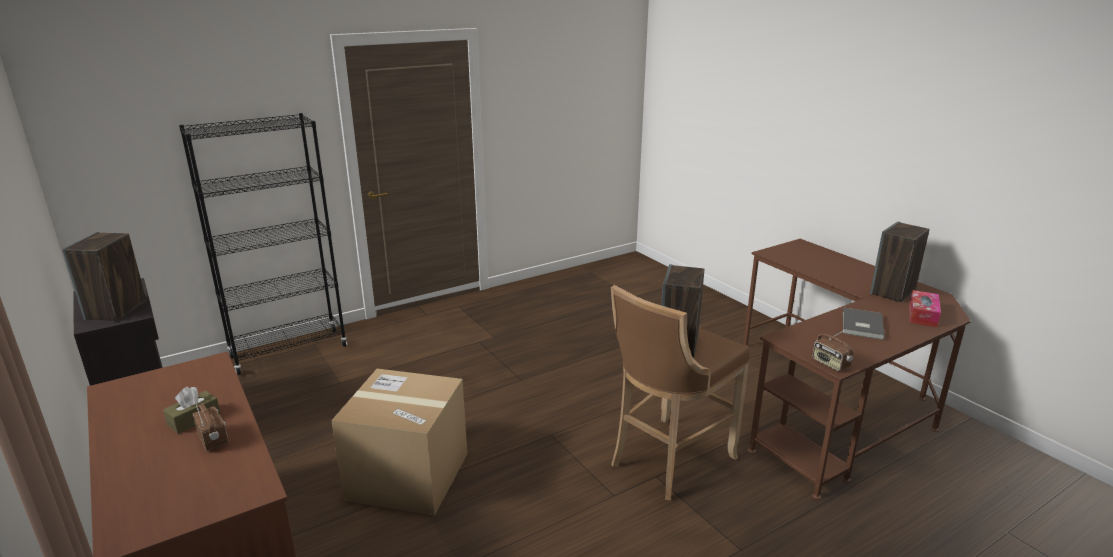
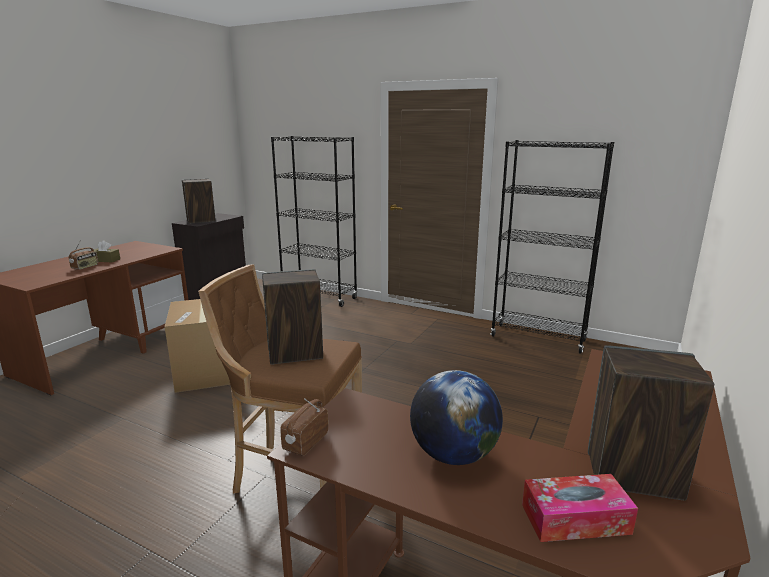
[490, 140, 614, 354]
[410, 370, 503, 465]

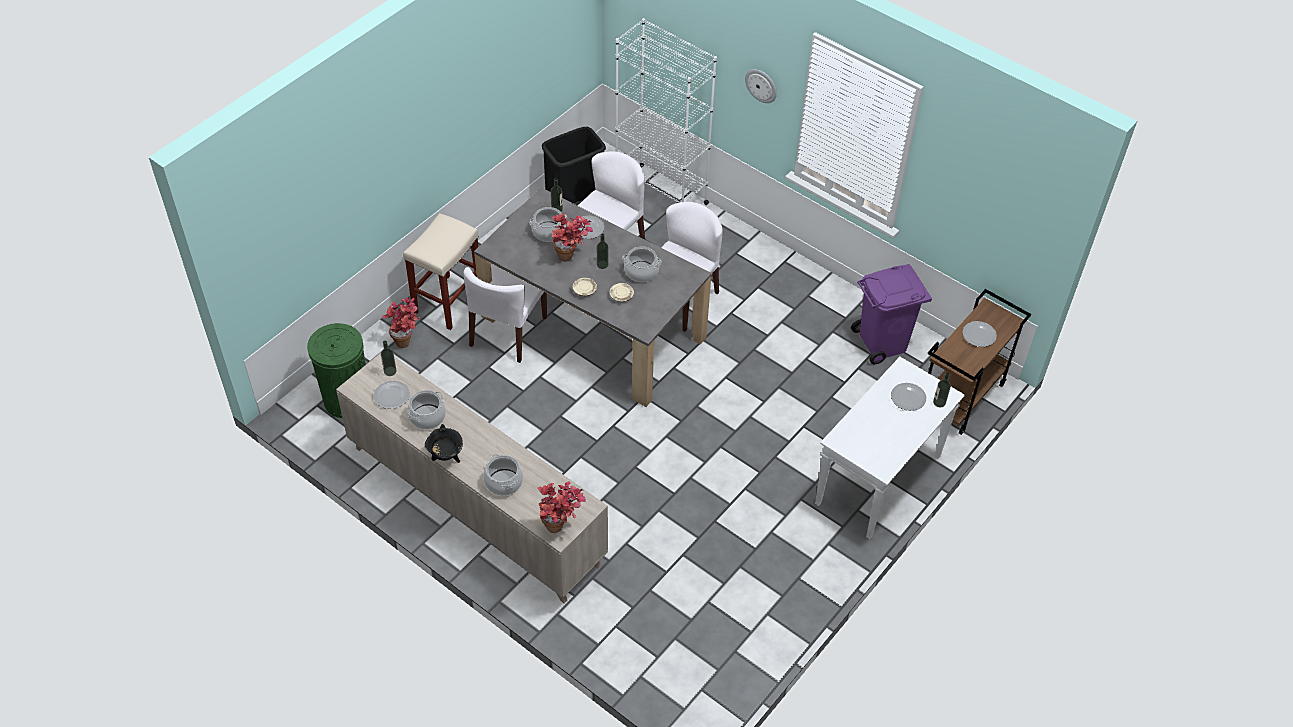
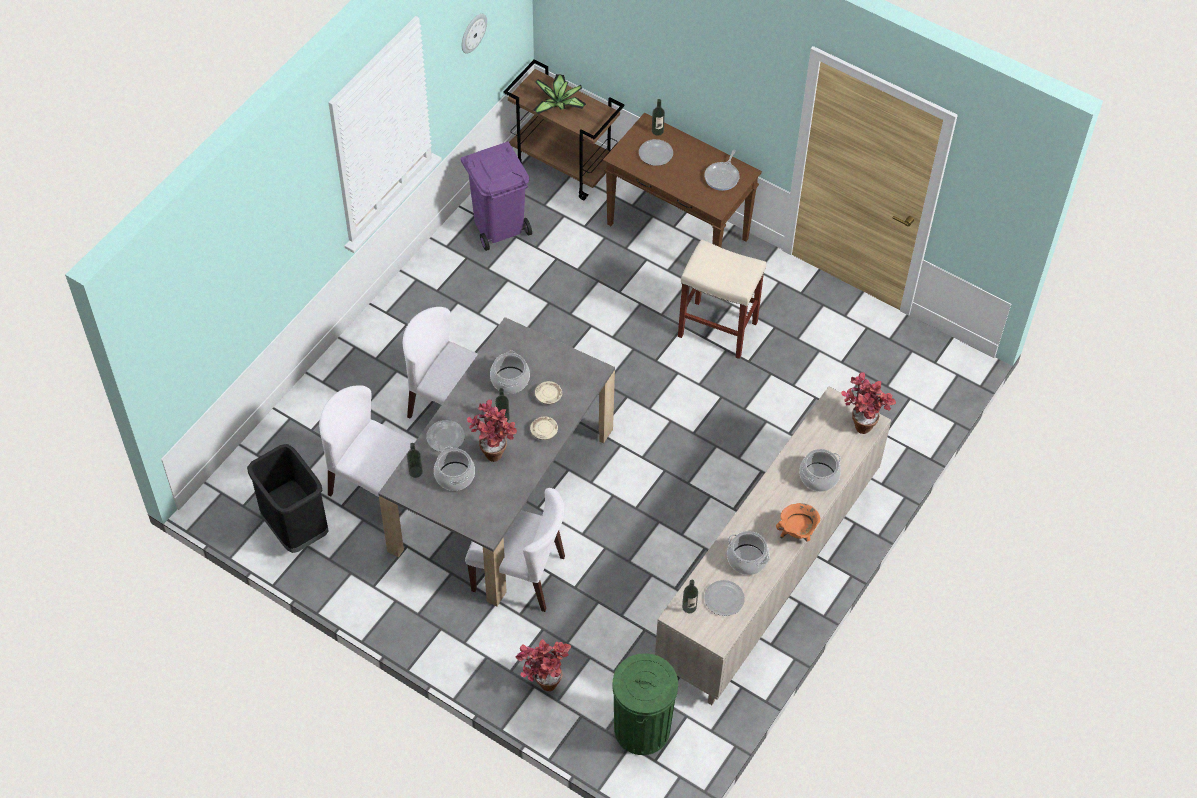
[615, 18, 717, 205] (first image)
[704, 150, 740, 191]
[678, 239, 767, 359]
[462, 14, 487, 54]
[533, 74, 586, 114]
[776, 503, 820, 542]
[603, 113, 762, 247]

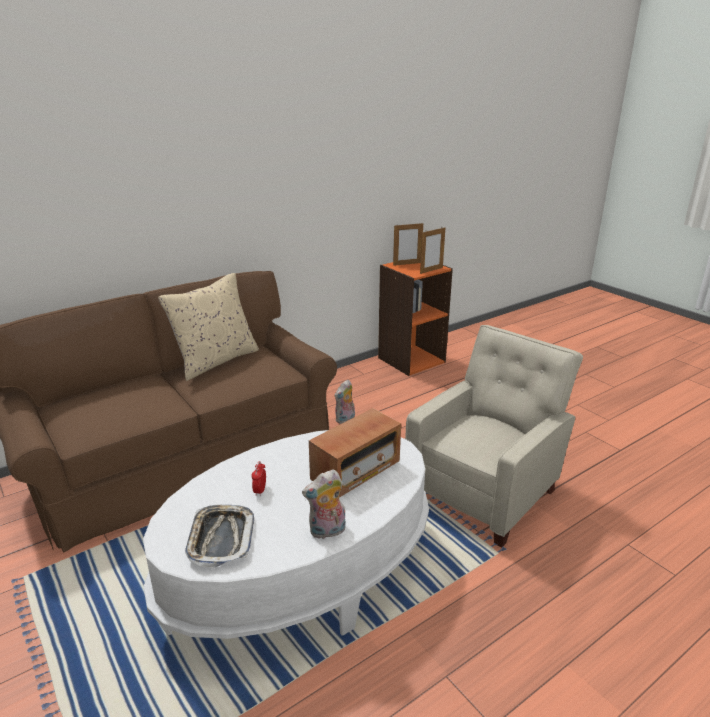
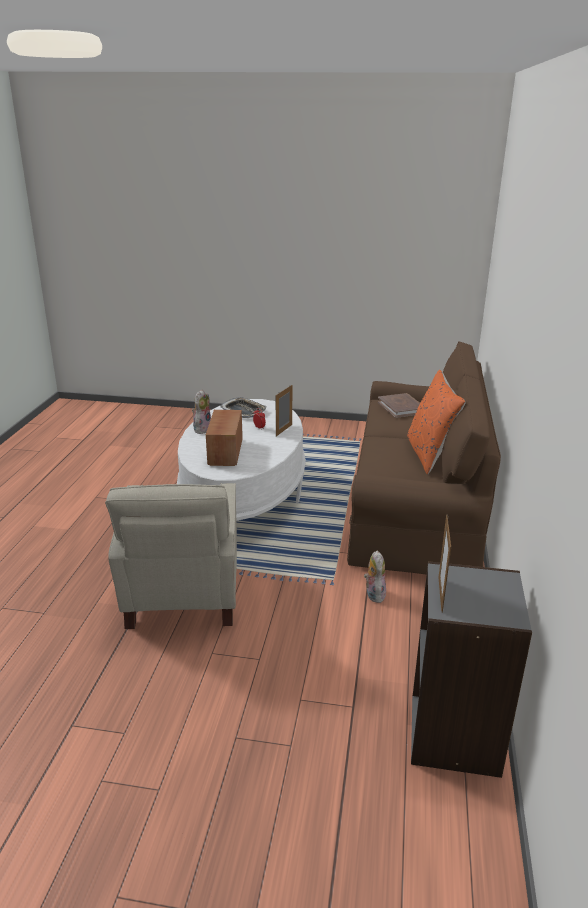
[378, 393, 420, 418]
[276, 385, 293, 437]
[407, 370, 466, 474]
[411, 561, 532, 778]

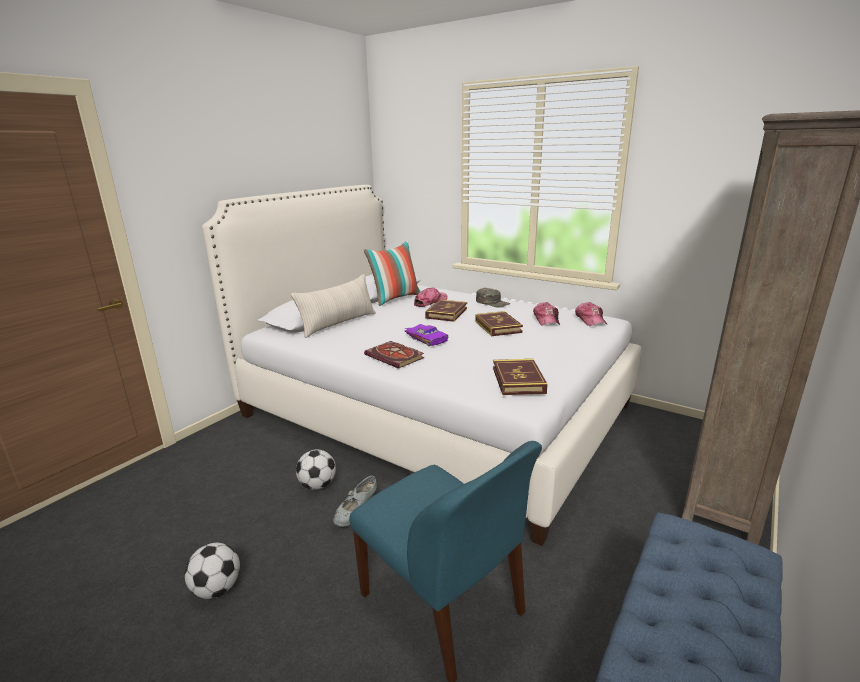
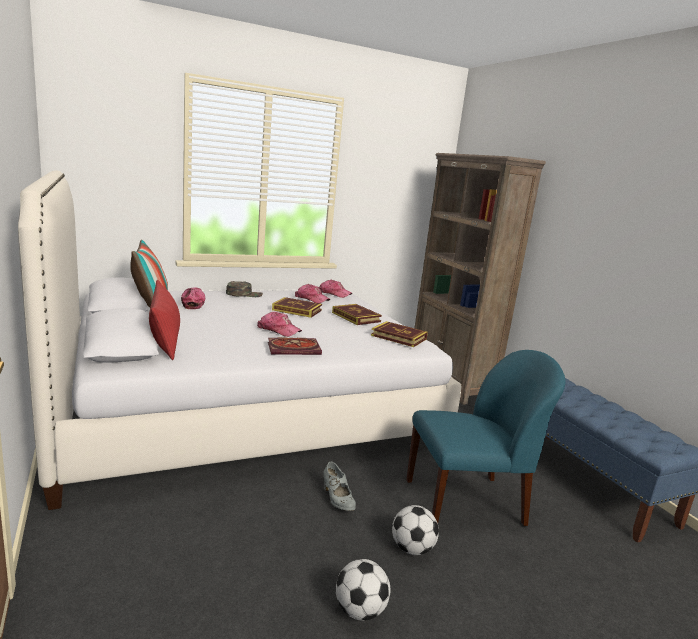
[392, 505, 439, 555]
[332, 304, 382, 325]
[257, 311, 302, 337]
[149, 280, 180, 360]

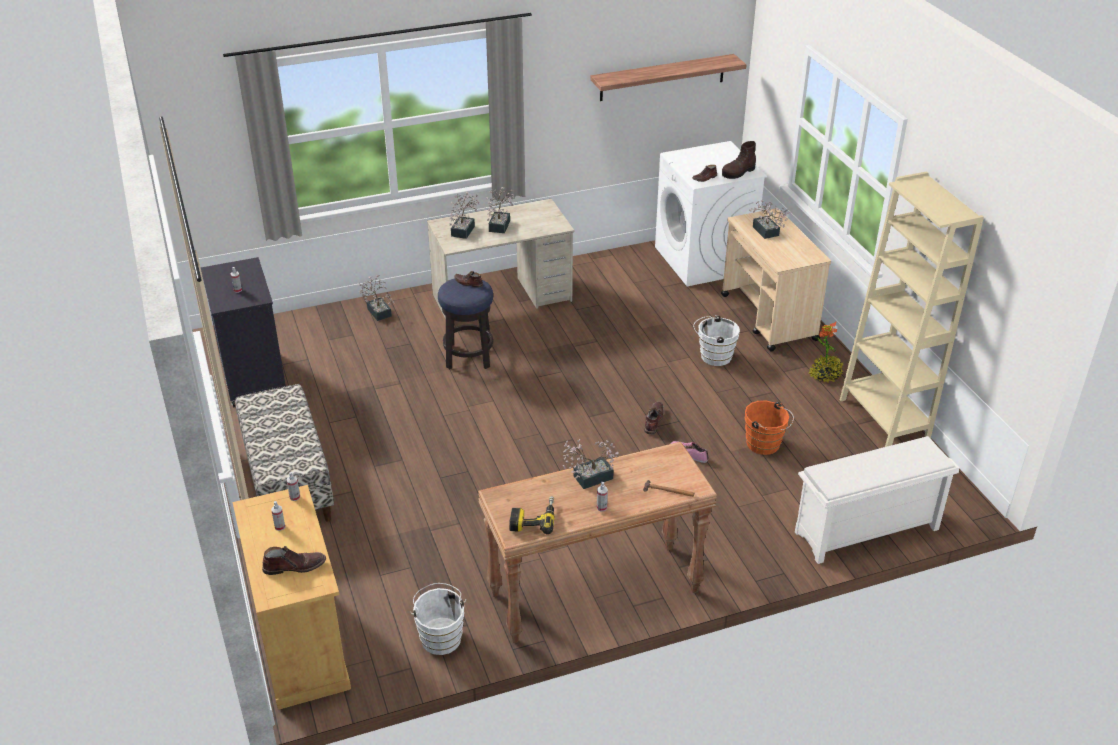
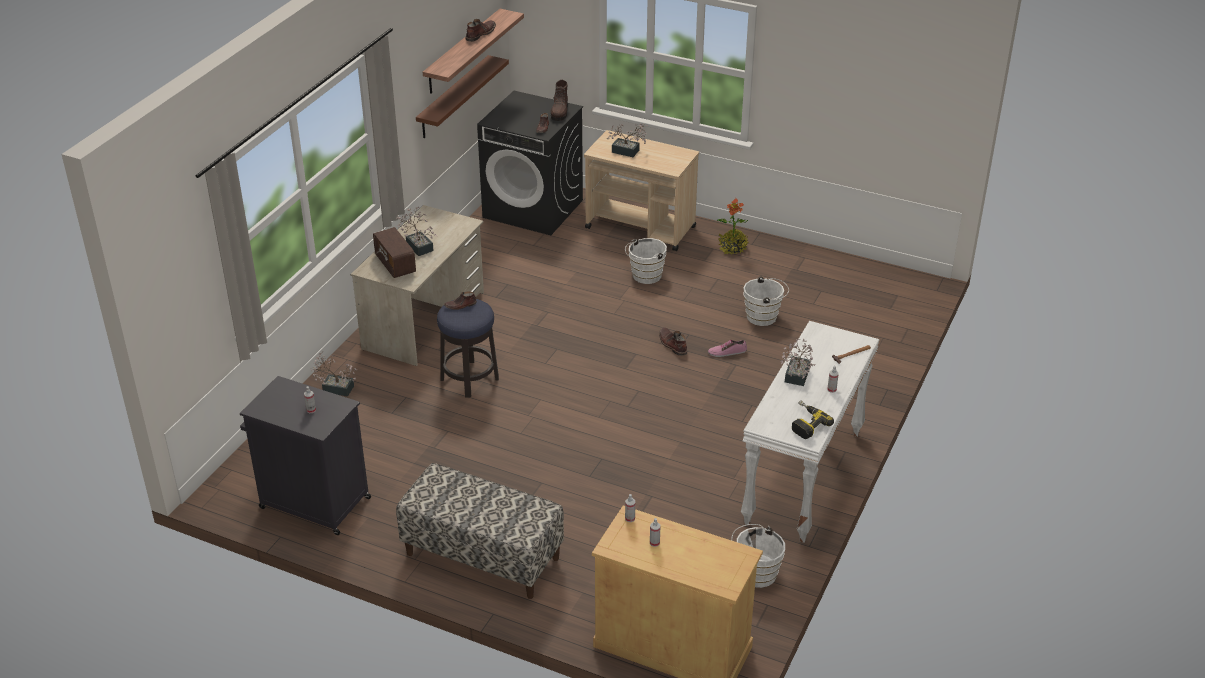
[795, 436, 960, 564] (first image)
[840, 172, 984, 447] (first image)
[416, 55, 509, 138]
[465, 19, 496, 42]
[373, 227, 416, 278]
[741, 321, 879, 543]
[477, 91, 583, 235]
[744, 276, 789, 326]

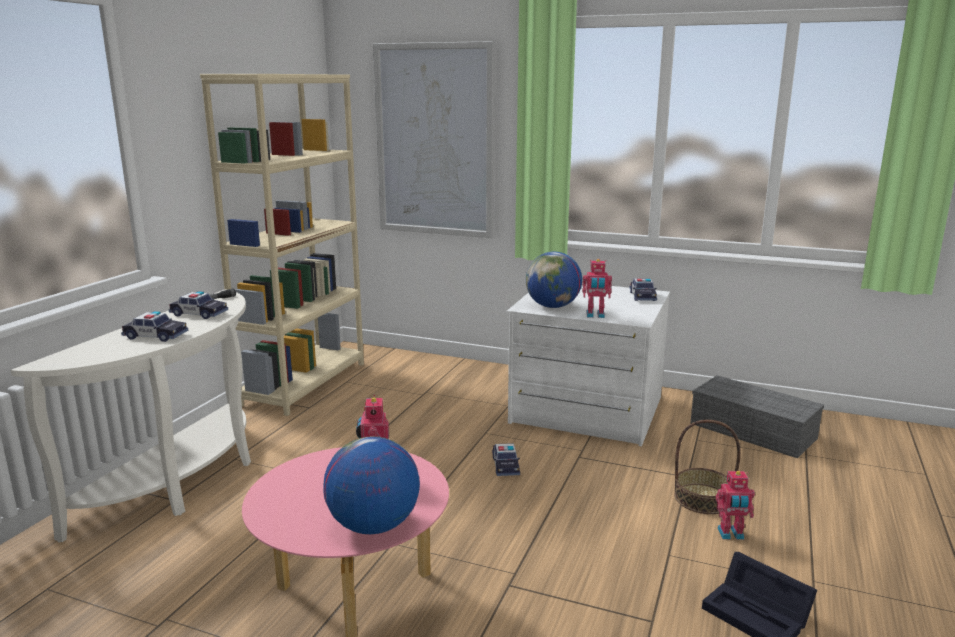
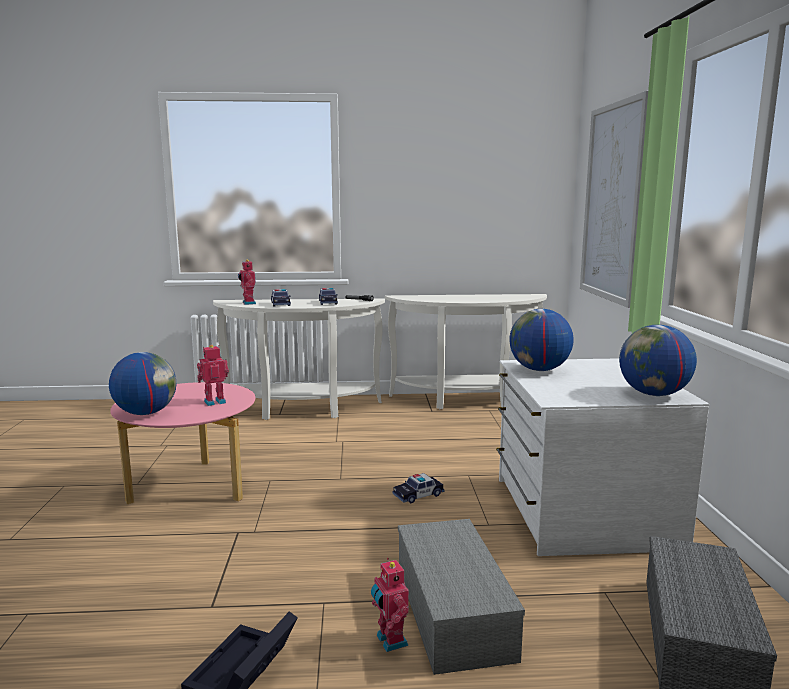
[238, 260, 256, 305]
[385, 294, 547, 409]
[619, 325, 697, 396]
[398, 519, 525, 675]

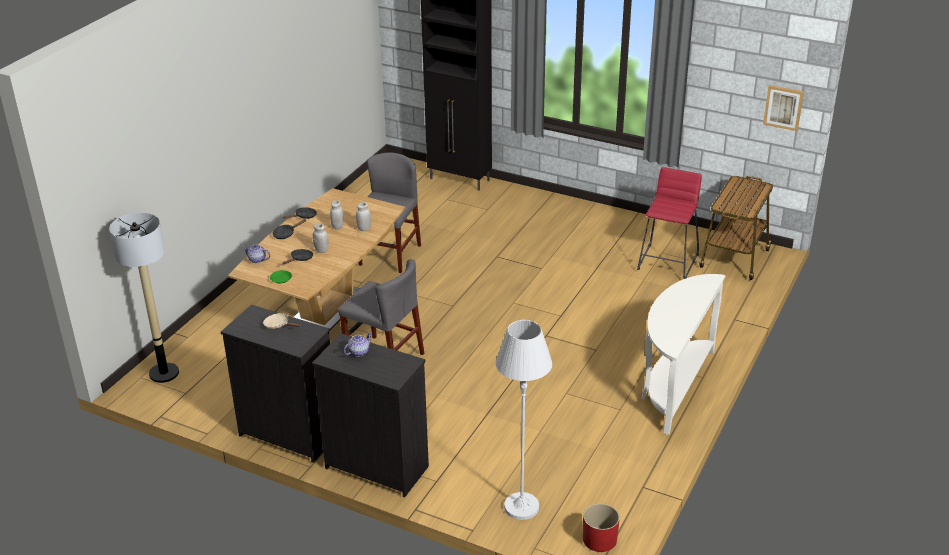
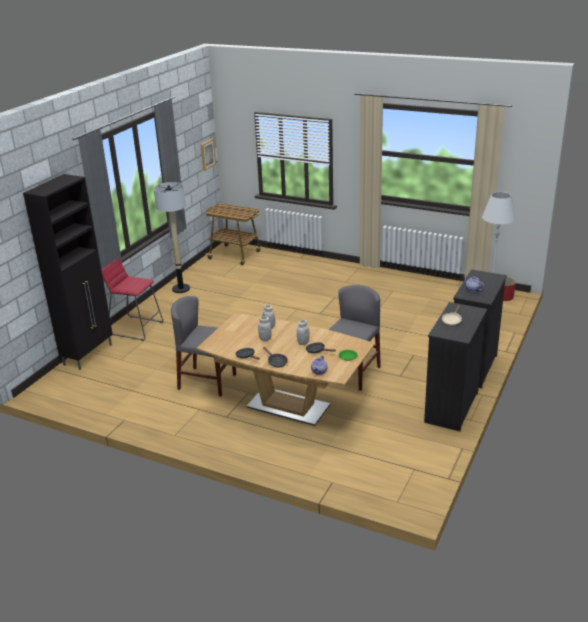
[642, 274, 725, 435] (first image)
[154, 182, 190, 293]
[101, 258, 163, 341]

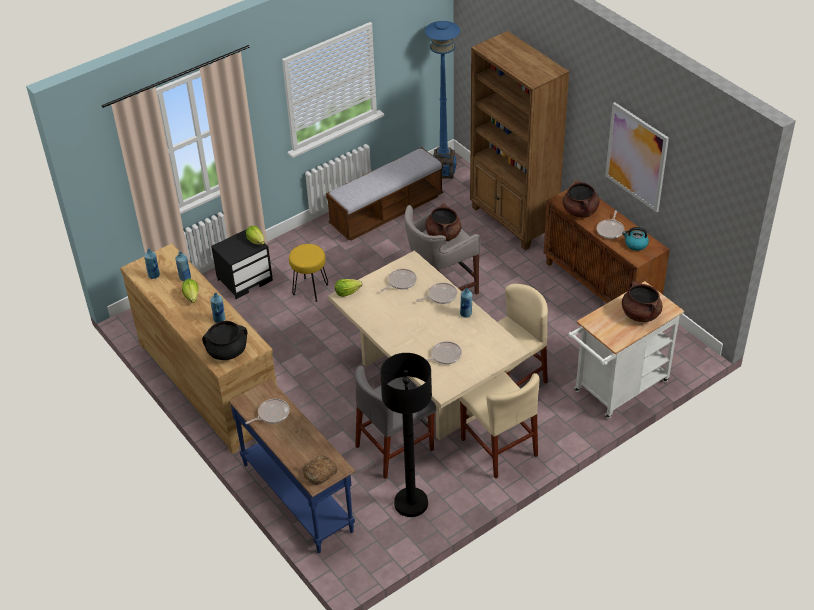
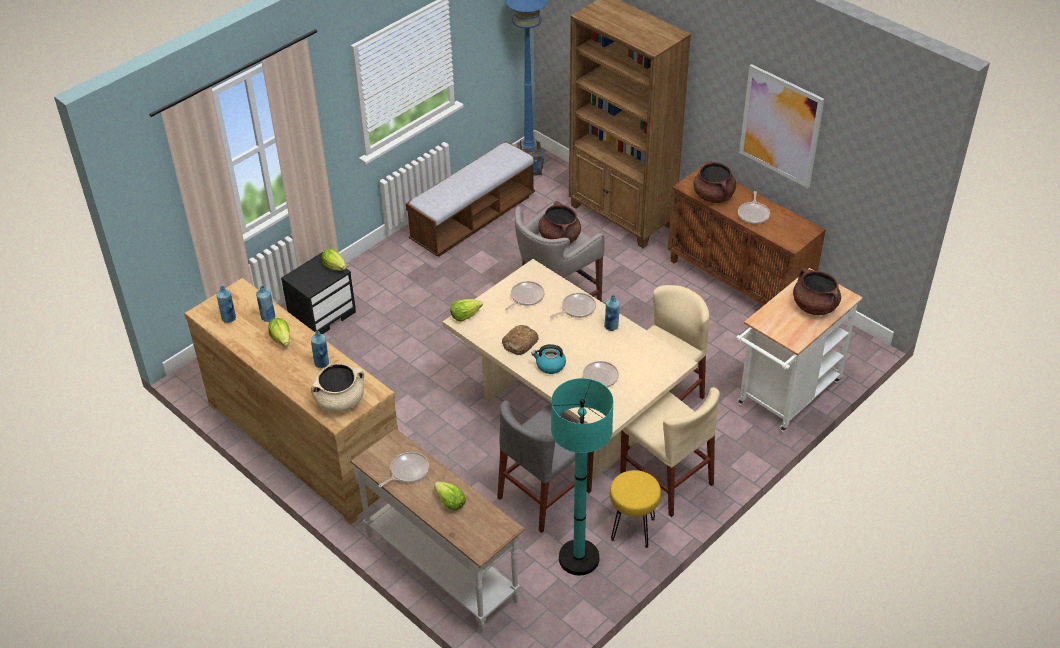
[434, 481, 466, 511]
[610, 470, 661, 548]
[502, 325, 539, 355]
[531, 344, 566, 374]
[311, 363, 364, 412]
[350, 428, 526, 633]
[551, 378, 614, 575]

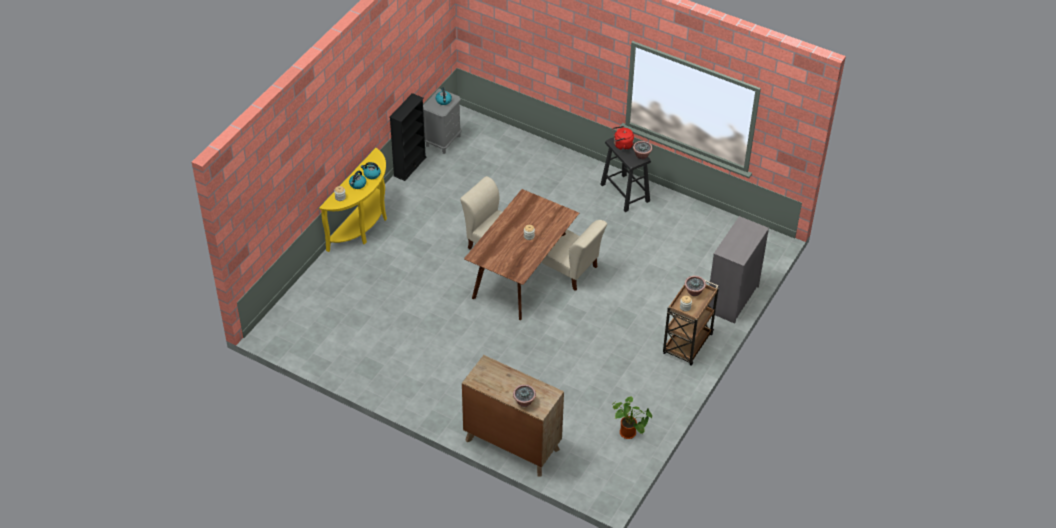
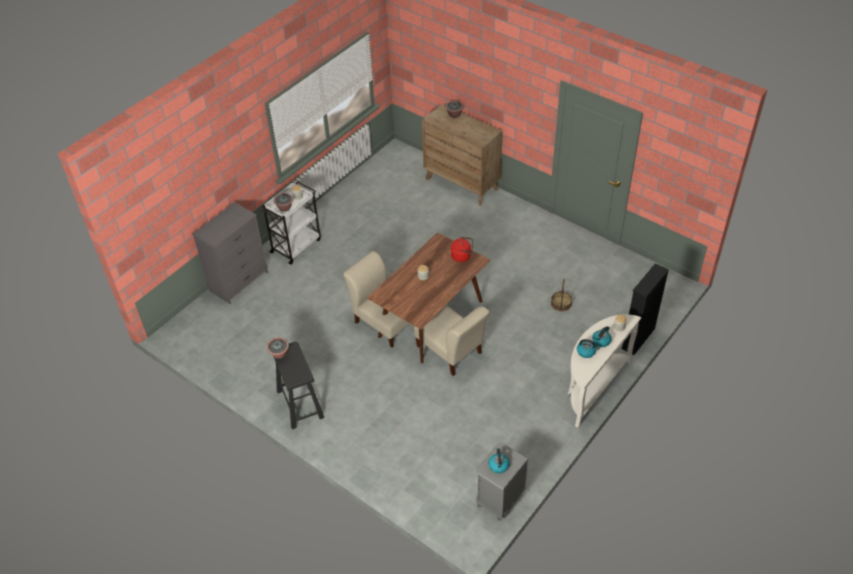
[612, 396, 652, 439] (first image)
[551, 279, 572, 311]
[621, 263, 669, 355]
[451, 237, 473, 262]
[567, 314, 641, 428]
[261, 181, 321, 265]

